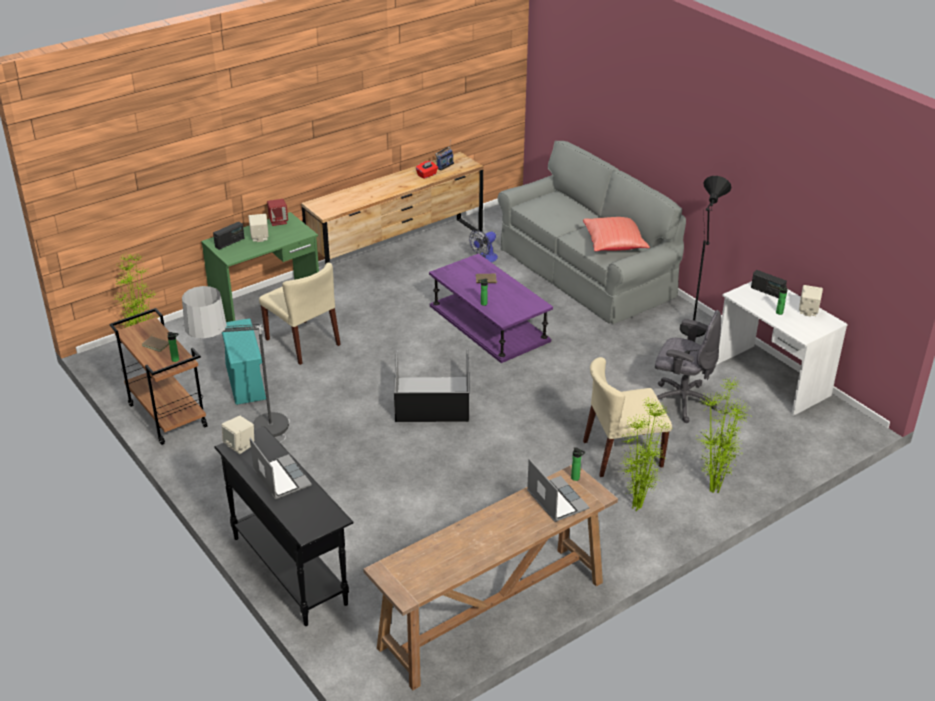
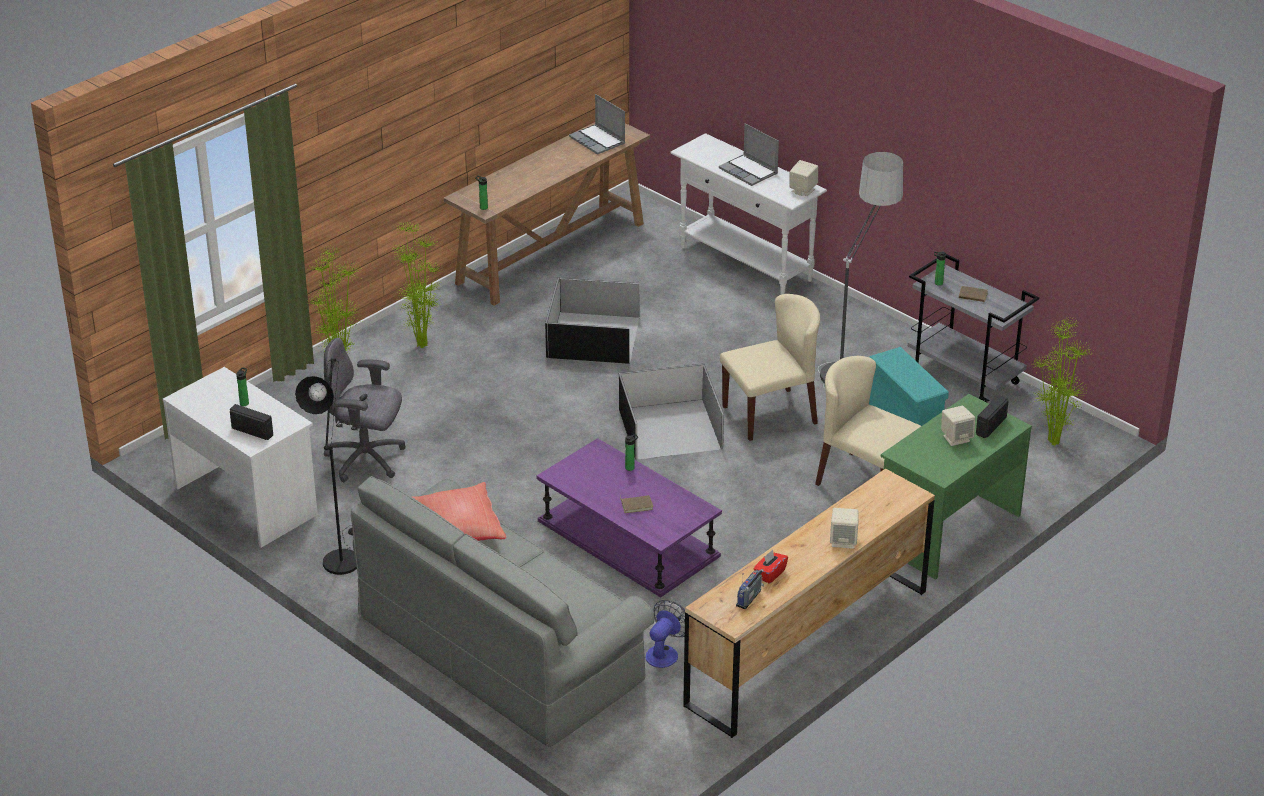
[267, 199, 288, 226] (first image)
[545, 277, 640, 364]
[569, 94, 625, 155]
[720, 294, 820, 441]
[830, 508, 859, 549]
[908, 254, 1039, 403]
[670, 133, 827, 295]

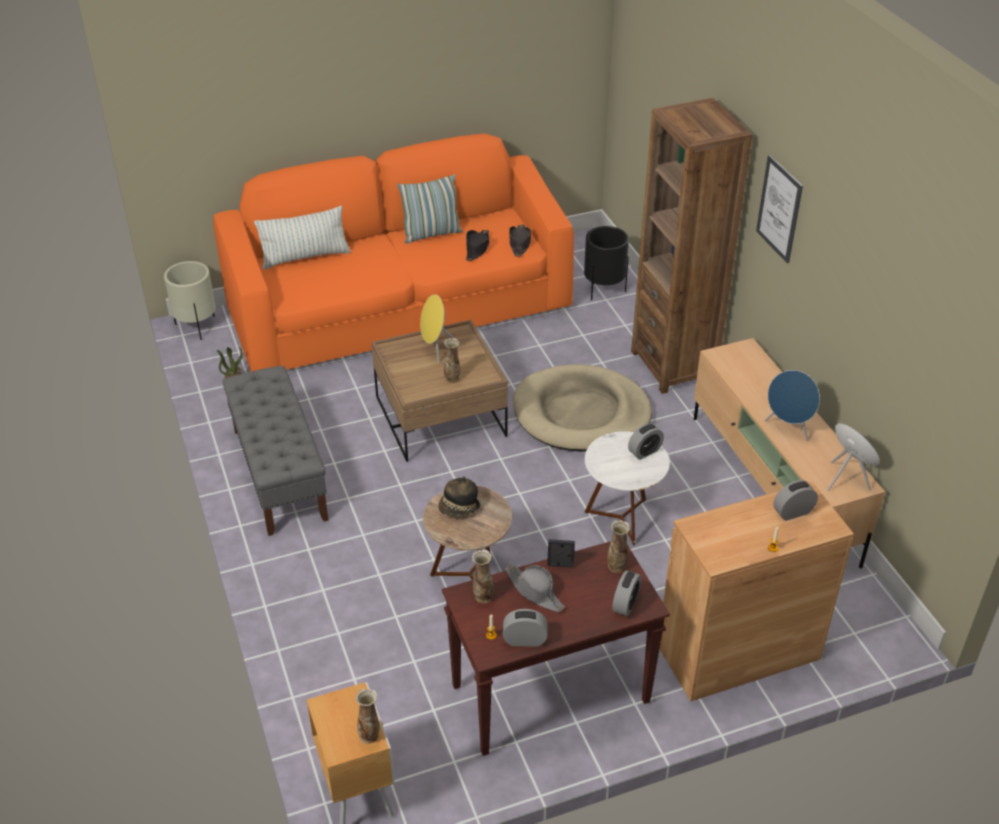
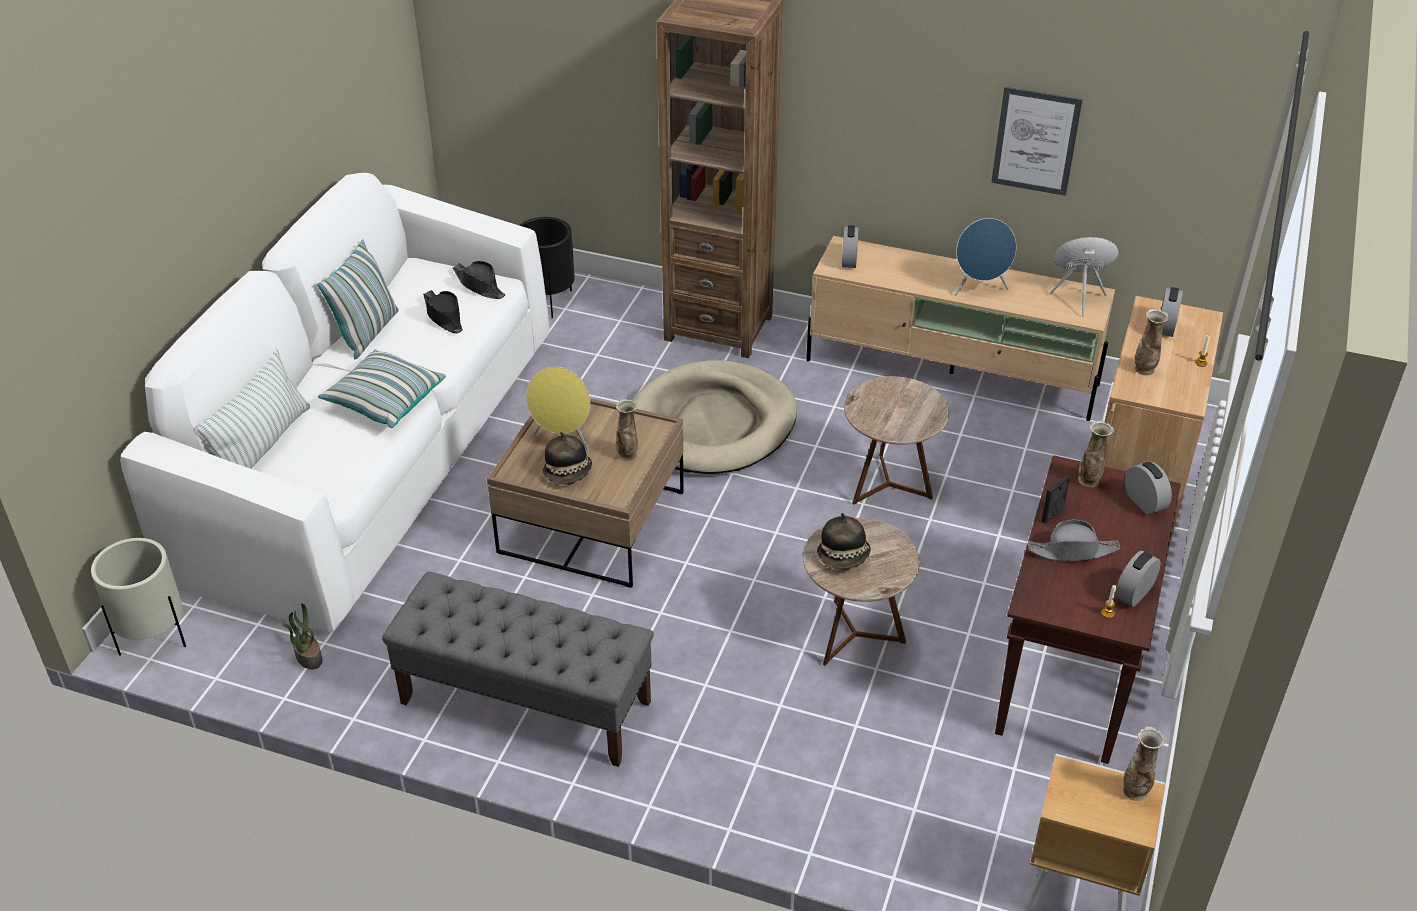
[318, 349, 446, 428]
[543, 432, 592, 485]
[1134, 309, 1168, 375]
[842, 225, 859, 268]
[991, 87, 1083, 196]
[121, 173, 550, 632]
[844, 376, 949, 505]

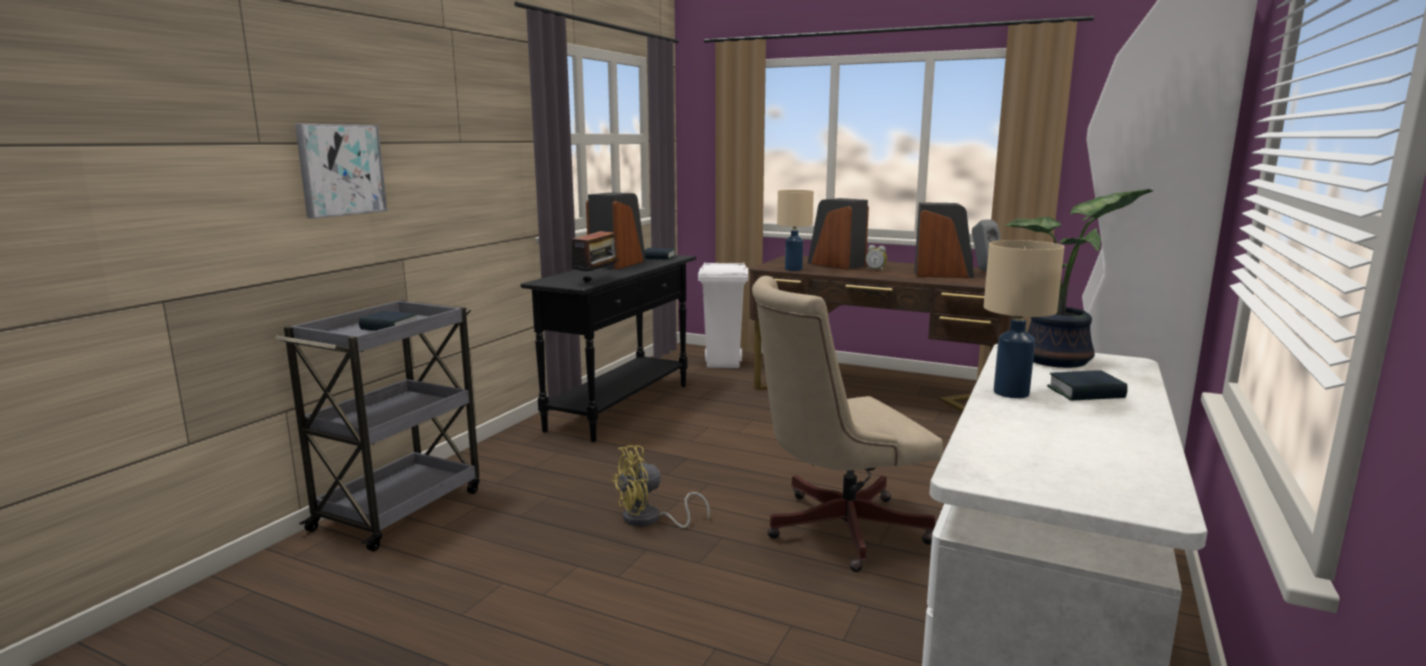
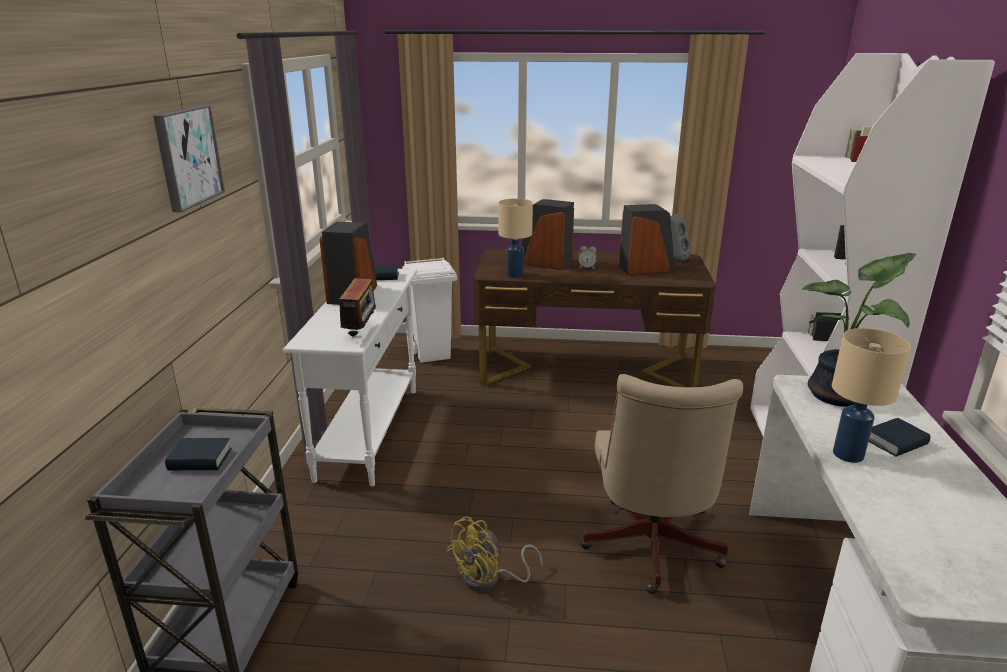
[153, 105, 225, 213]
[283, 269, 418, 486]
[581, 374, 743, 594]

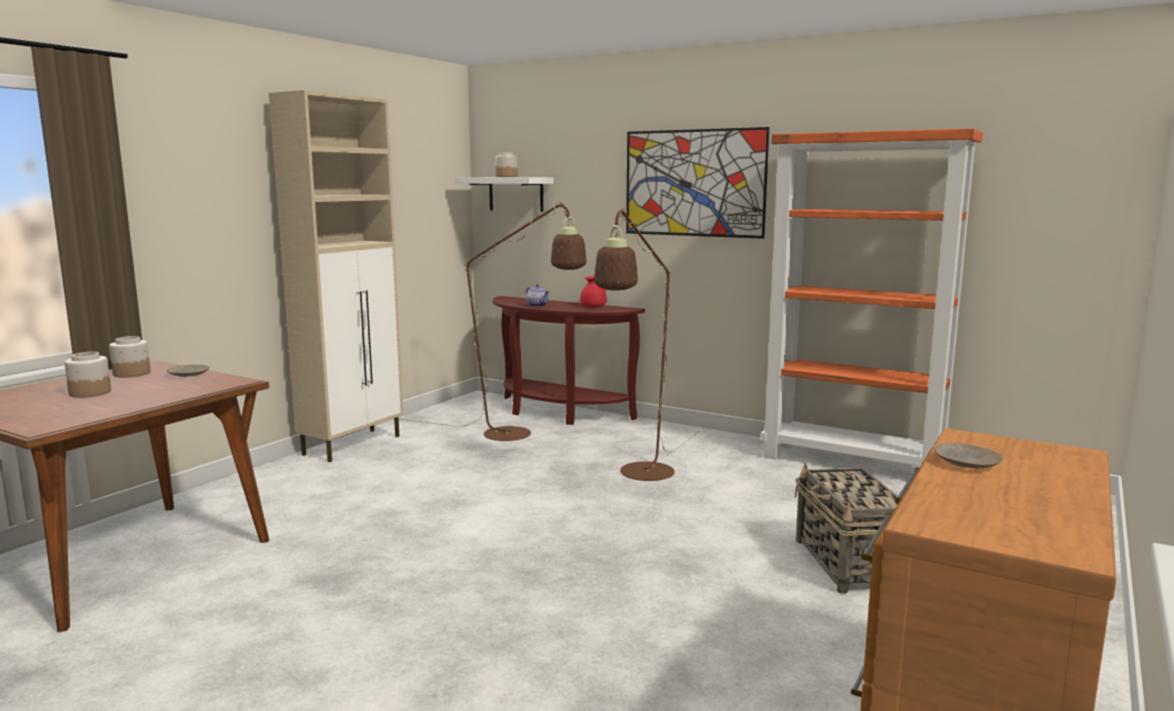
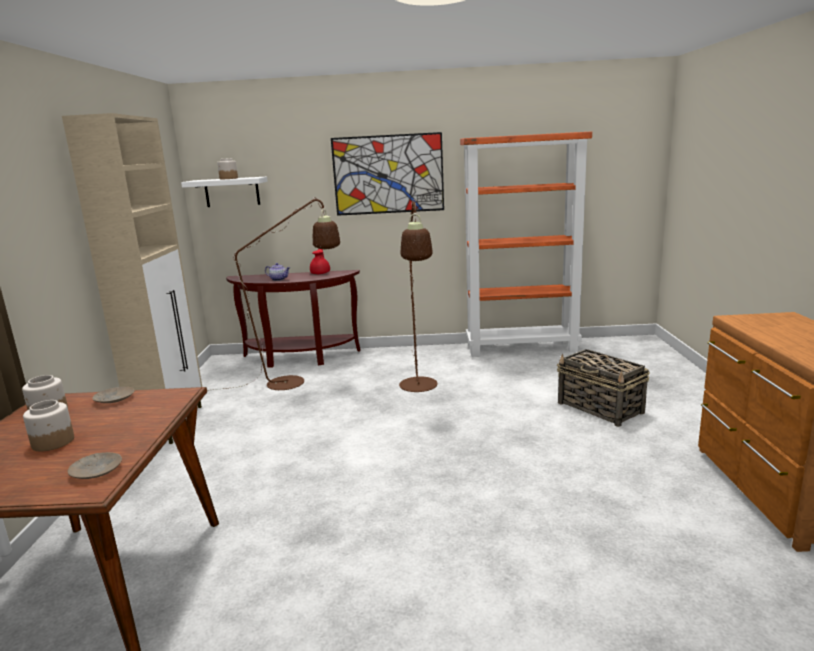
[68, 452, 122, 479]

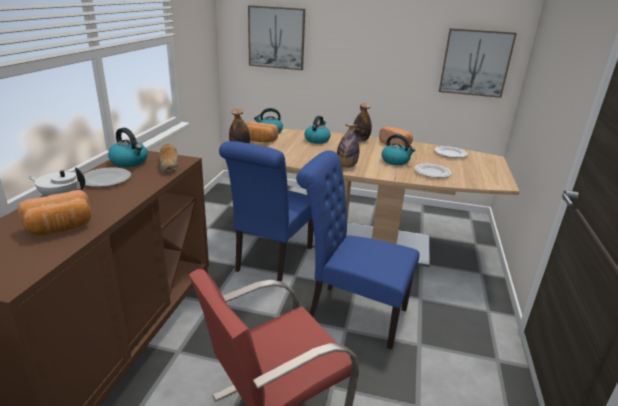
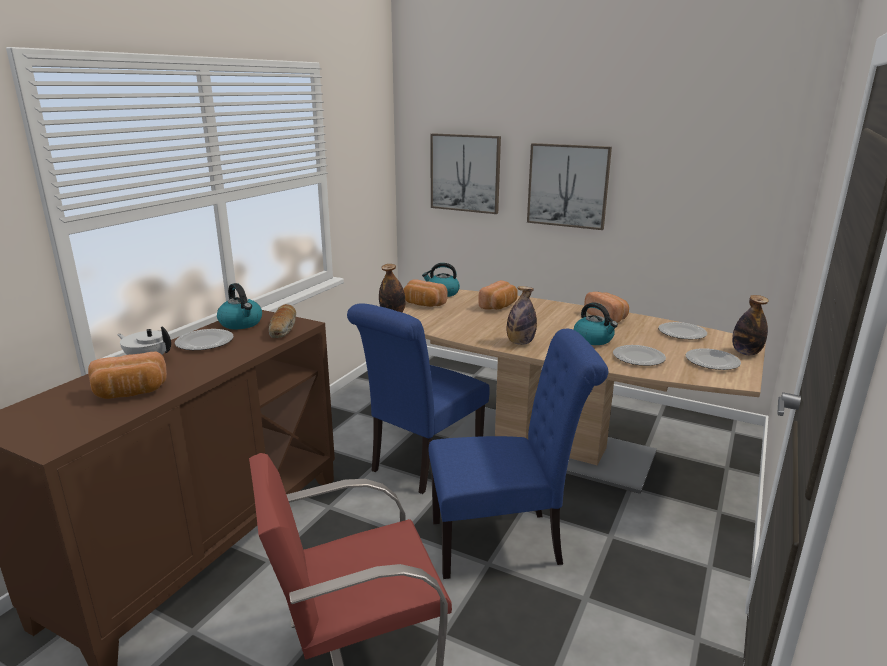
[686, 348, 741, 370]
[732, 295, 769, 355]
[527, 143, 612, 230]
[479, 280, 518, 310]
[429, 329, 608, 579]

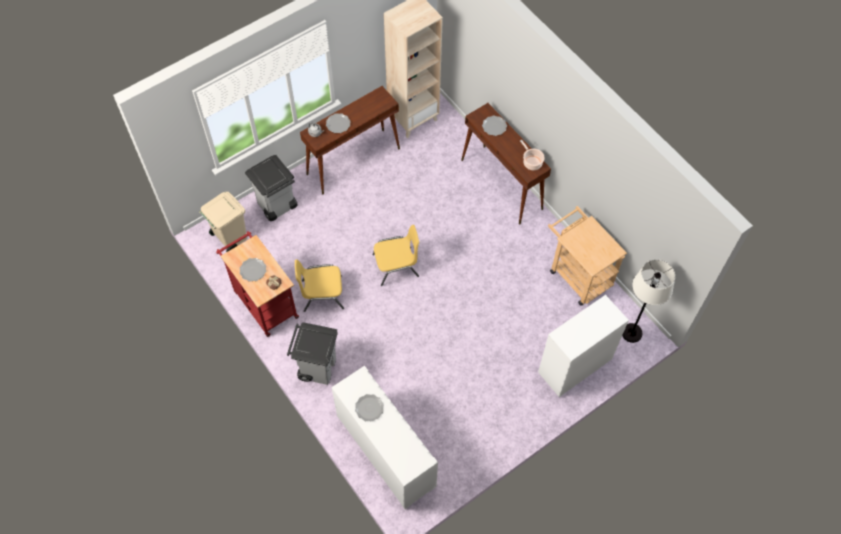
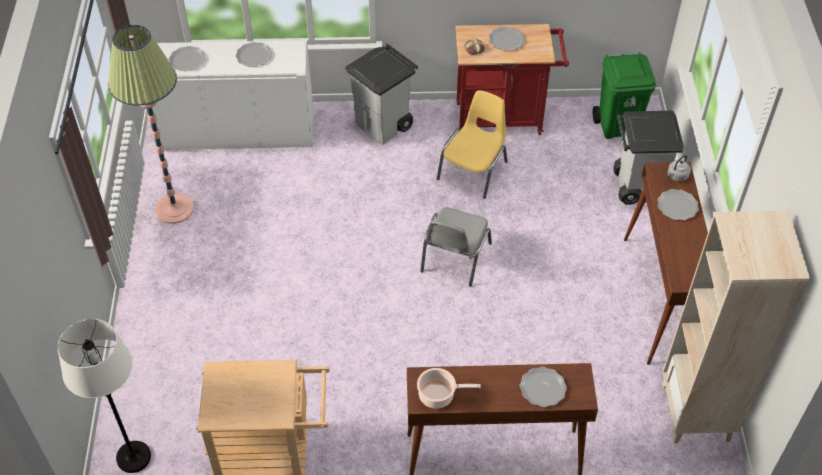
[538, 295, 629, 397] (first image)
[108, 25, 194, 224]
[169, 46, 206, 71]
[593, 52, 656, 139]
[421, 207, 492, 287]

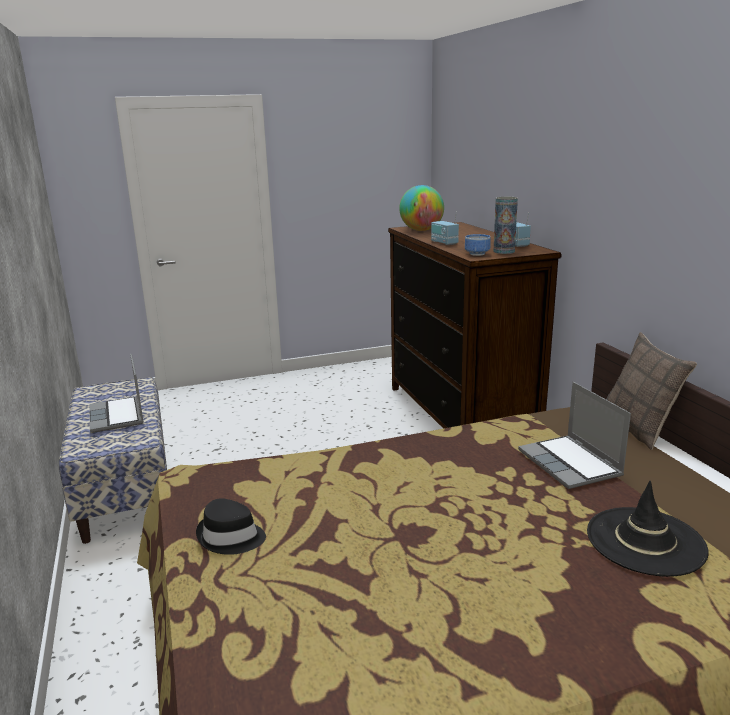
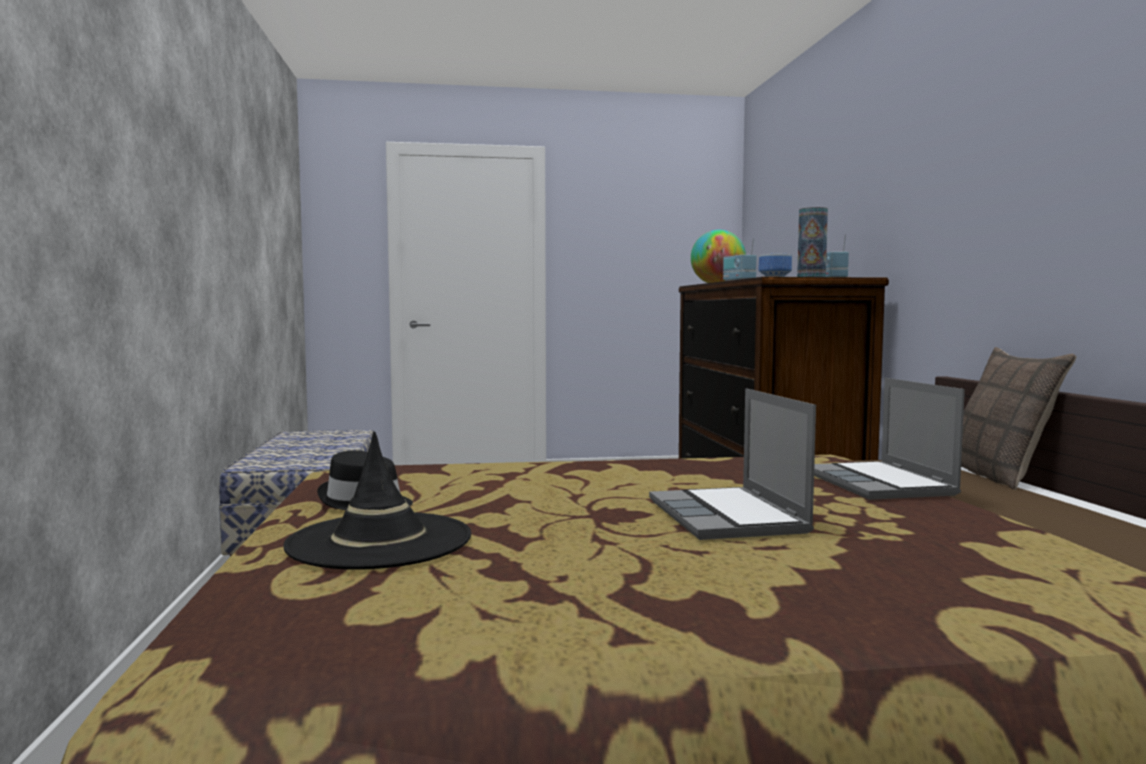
[649, 388, 816, 540]
[283, 431, 471, 570]

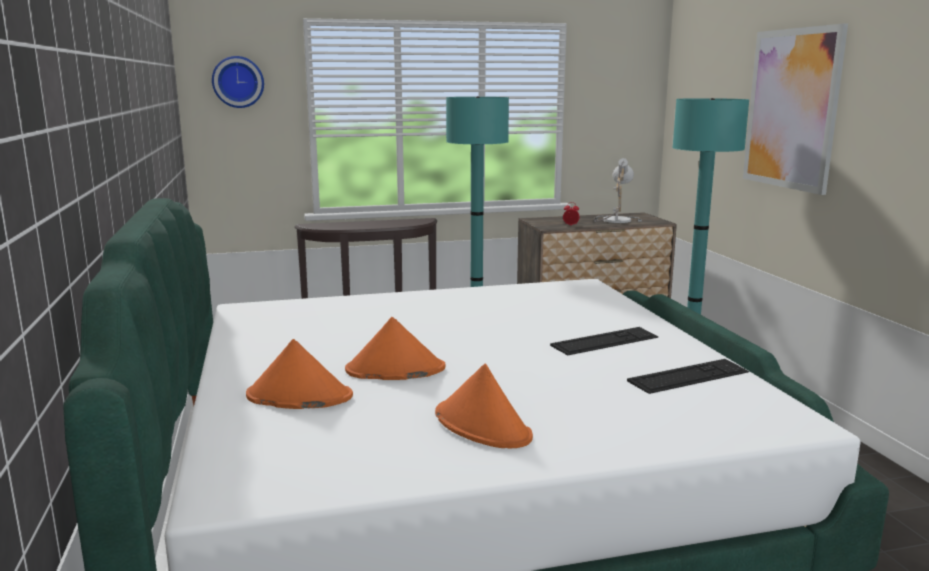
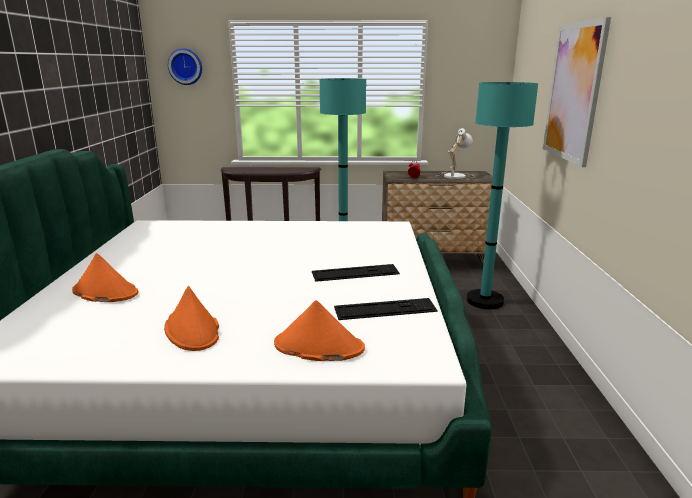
[274, 300, 365, 361]

